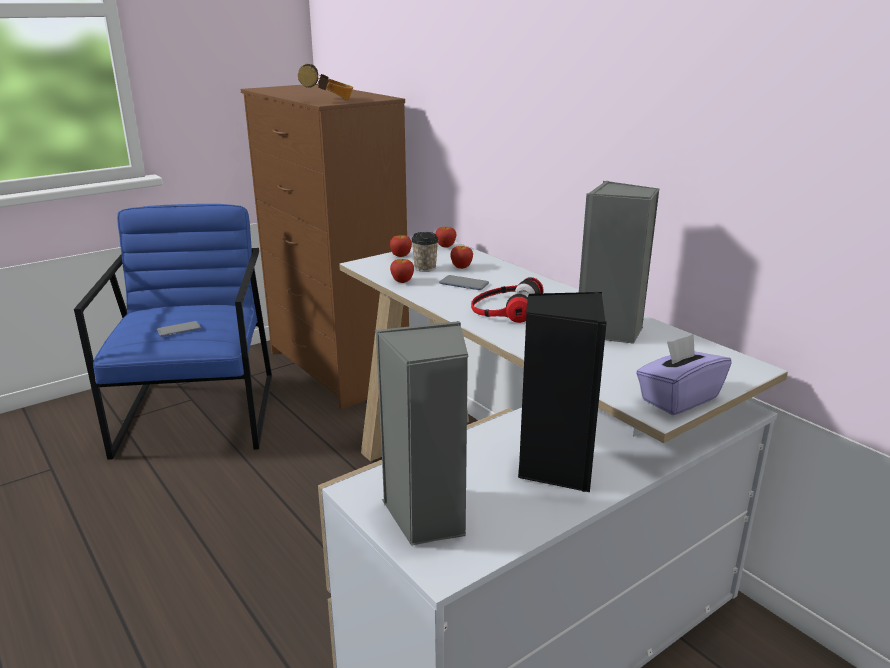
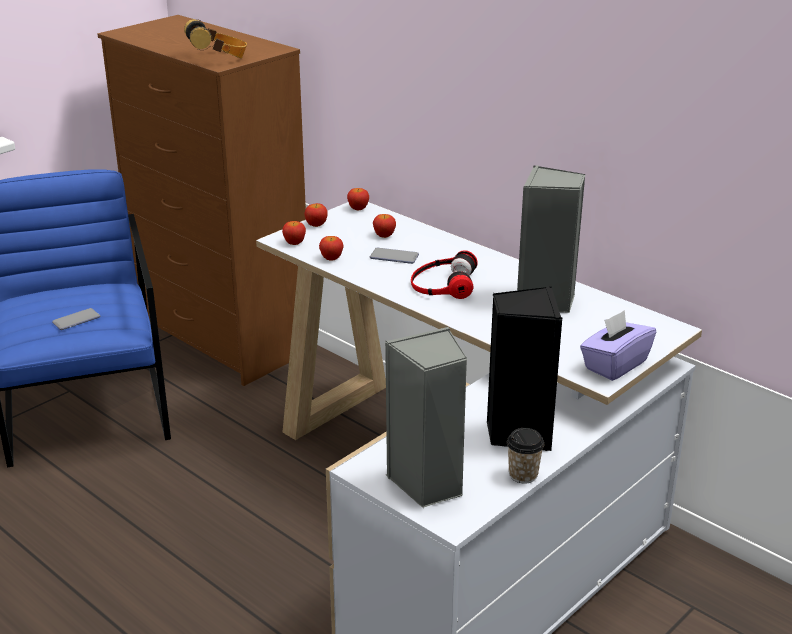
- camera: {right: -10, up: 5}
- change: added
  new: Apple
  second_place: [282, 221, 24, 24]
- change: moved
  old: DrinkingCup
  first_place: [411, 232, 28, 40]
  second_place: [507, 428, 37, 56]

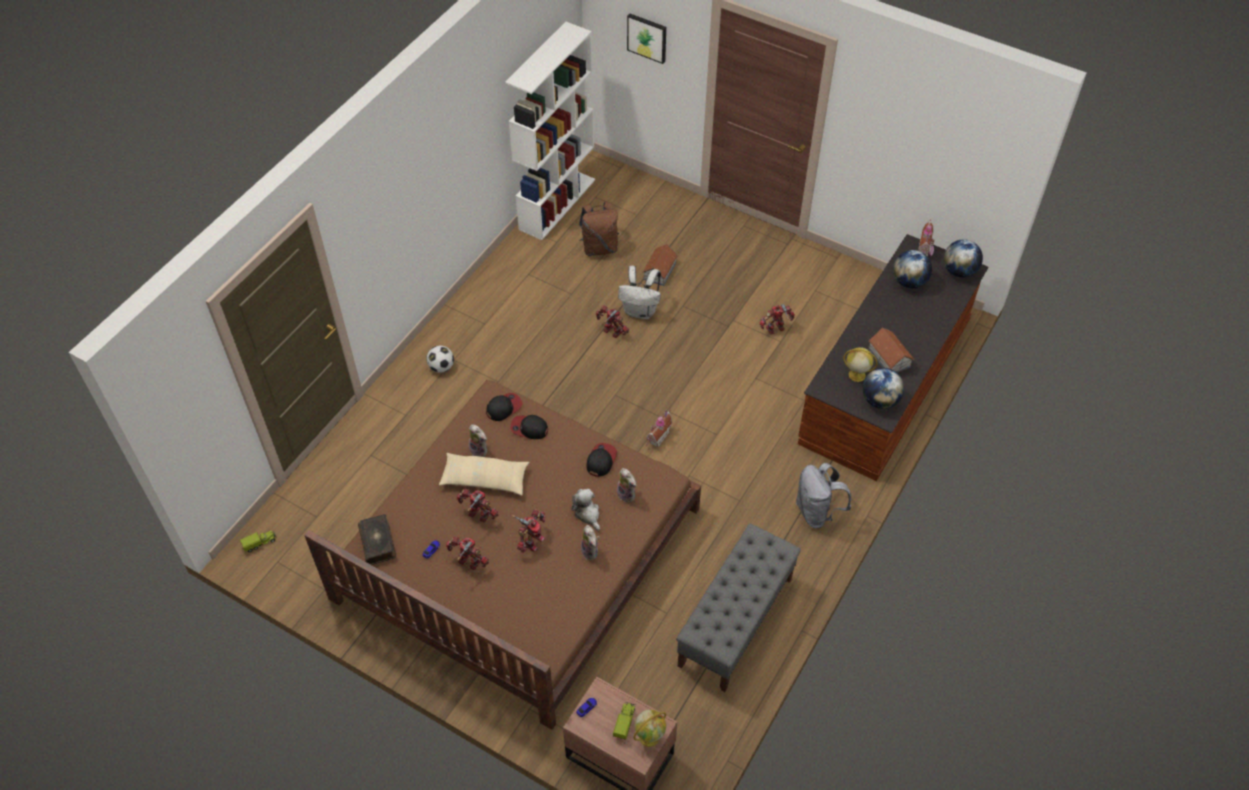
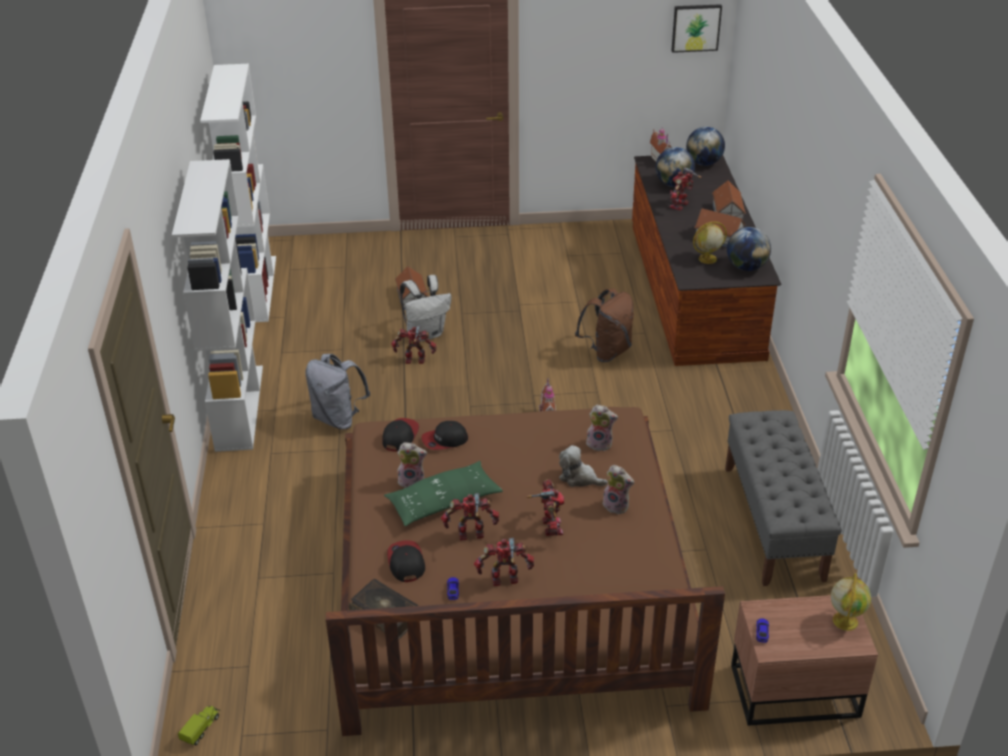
- camera: {right: -35, up: -15}
- change: removed
  old: Football
  first_place: [426, 346, 28, 27]
- change: removed
  old: ModelTruck
  first_place: [613, 702, 22, 38]
- change: added
  new: WhiteColouredBookcase
  second_place: [172, 159, 91, 293]
- change: added
  new: ModelHouse
  second_place: [712, 181, 34, 39]
- change: moved
  old: BrownishKnapsack
  first_place: [579, 201, 40, 55]
  second_place: [575, 288, 59, 74]
- change: moved
  old: BaseballCap
  first_place: [587, 443, 30, 34]
  second_place: [387, 540, 38, 42]
- change: moved
  old: Picture
  first_place: [627, 13, 39, 51]
  second_place: [671, 4, 51, 49]
- change: moved
  old: ToyRobot
  first_place: [760, 304, 34, 31]
  second_place: [669, 167, 33, 44]
- change: moved
  old: GreyishKnapsack
  first_place: [796, 463, 55, 65]
  second_place: [305, 354, 65, 76]
- change: recoloured
  old: BeigePillow
  new: GreenishPillow
  first_place: [439, 453, 90, 43]
  second_place: [384, 461, 119, 65]

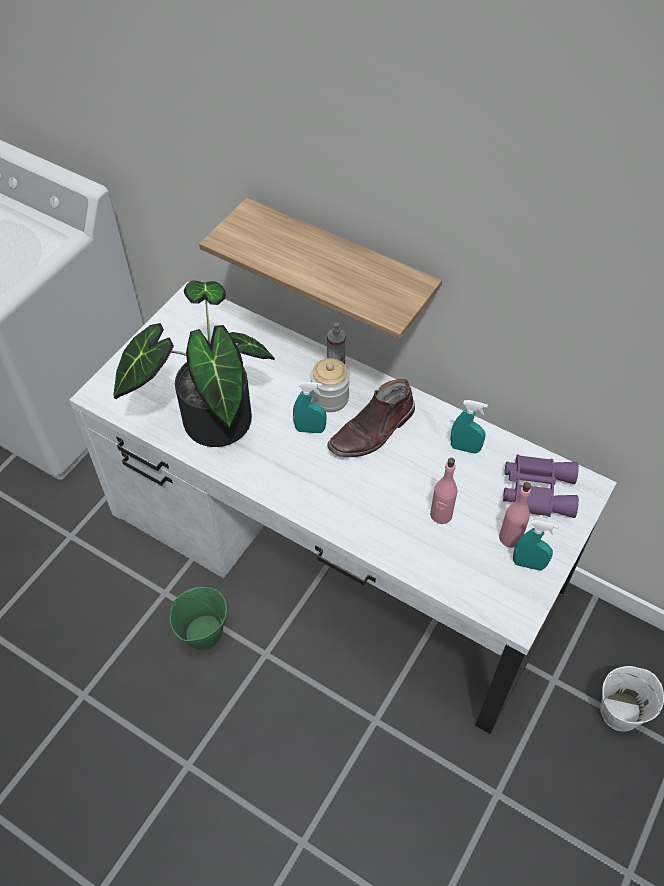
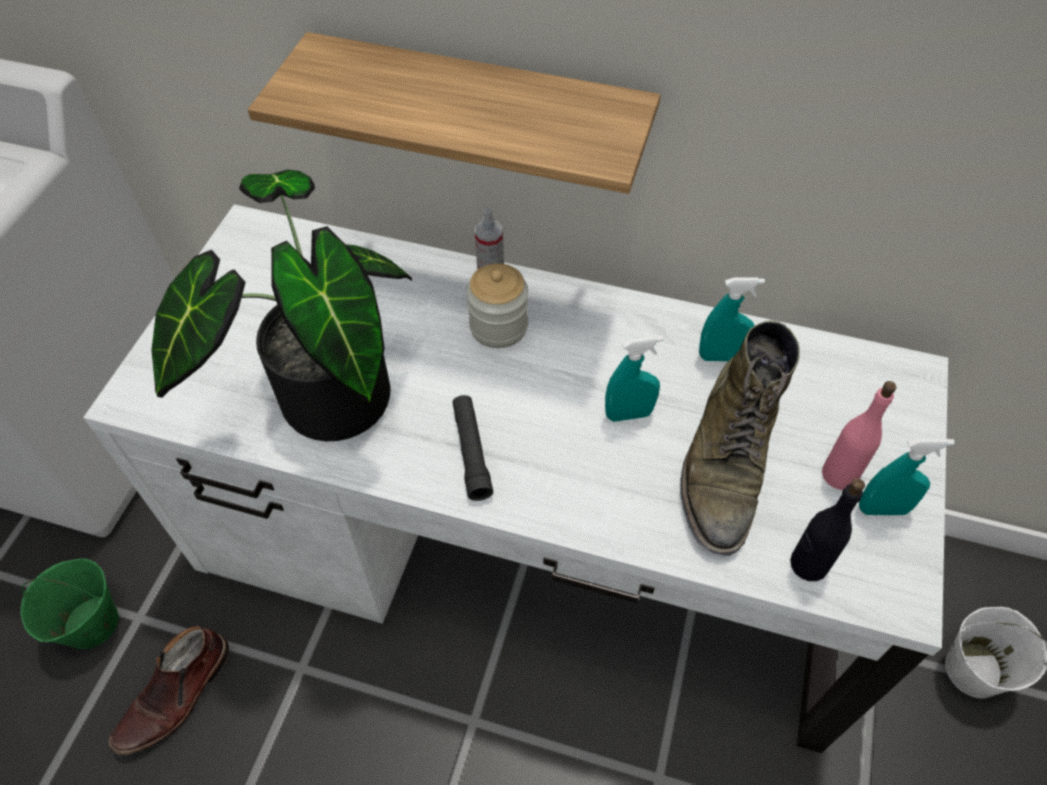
- camera: {right: -15, up: 0}
- change: removed
  old: PurplishBinoculars
  first_place: [503, 454, 76, 64]
- change: added
  new: BlackHandTorch
  second_place: [453, 395, 40, 106]
- change: added
  new: BlackBeverageBottle
  second_place: [790, 478, 75, 103]
- change: moved
  old: GreenishWaterBucket
  first_place: [170, 587, 57, 64]
  second_place: [21, 558, 98, 91]
- change: moved
  old: TurquoiseHandSprayer
  first_place: [293, 382, 34, 51]
  second_place: [605, 336, 58, 86]
- change: moved
  old: BrownishBoot
  first_place: [327, 379, 88, 78]
  second_place: [108, 626, 121, 130]
- change: replaced
  old: PinkBeverageBottle
  new: GreenishBoot
  first_place: [430, 458, 28, 66]
  second_place: [680, 320, 120, 236]

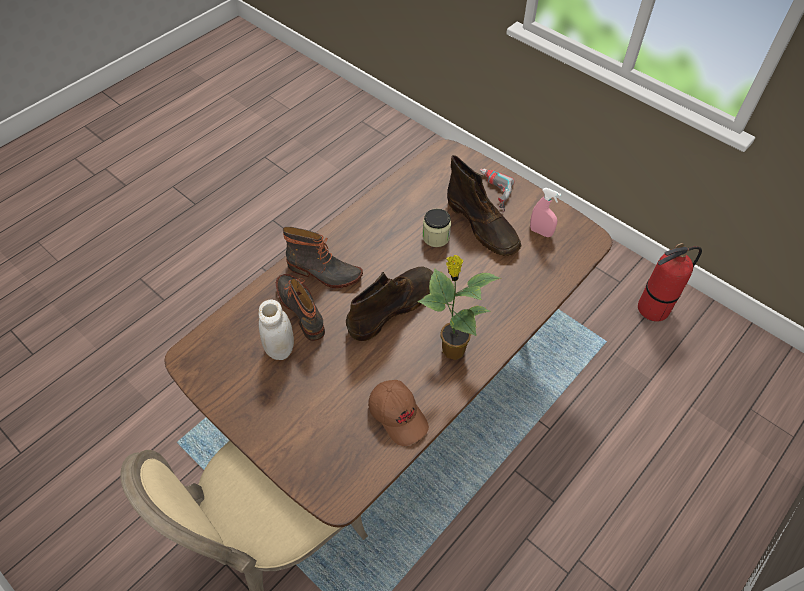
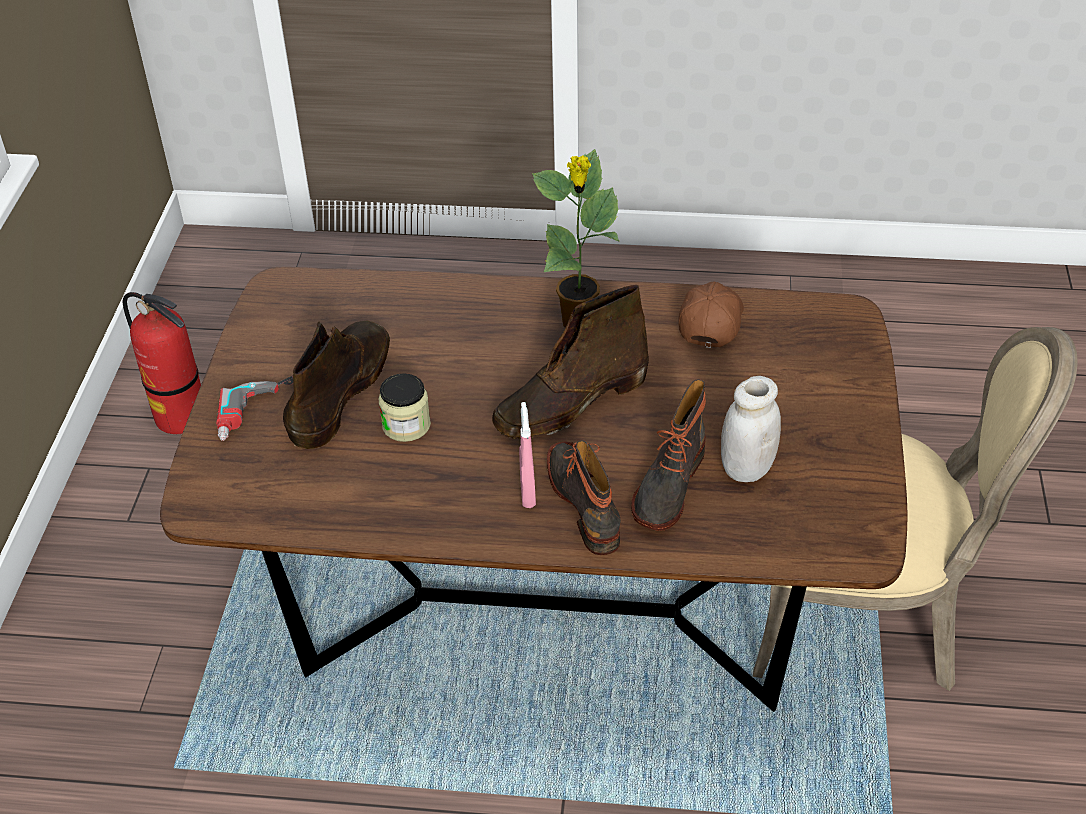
- camera: {right: -125, up: -10}
- change: moved
  old: PinkHandSprayer
  first_place: [530, 188, 31, 49]
  second_place: [519, 402, 17, 106]
- change: turned
  old: BrownishBoot
  first_place: [346, 266, 87, 75]
  second_place: [492, 285, 157, 154]
  degrees: -45

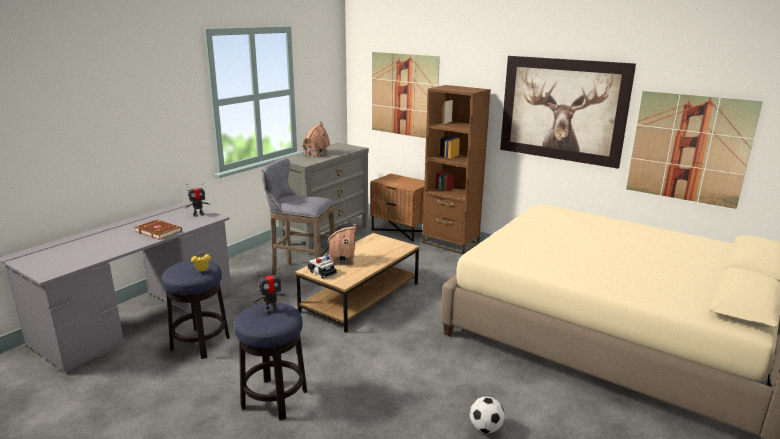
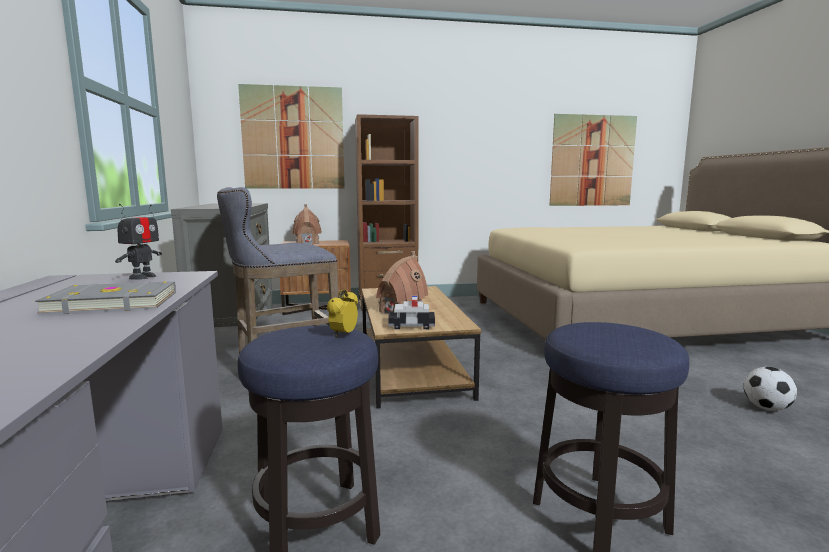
- camera: {right: -45, up: -10}
- change: removed
  old: ToyRobot
  first_place: [253, 268, 34, 46]
- change: removed
  old: Picture
  first_place: [500, 56, 136, 112]
- change: moved
  old: ModelHouse
  first_place: [302, 121, 28, 37]
  second_place: [292, 204, 30, 40]
- change: recoloured
  old: BrownishBook
  new: GreyishBook
  first_place: [135, 219, 47, 21]
  second_place: [35, 281, 141, 33]

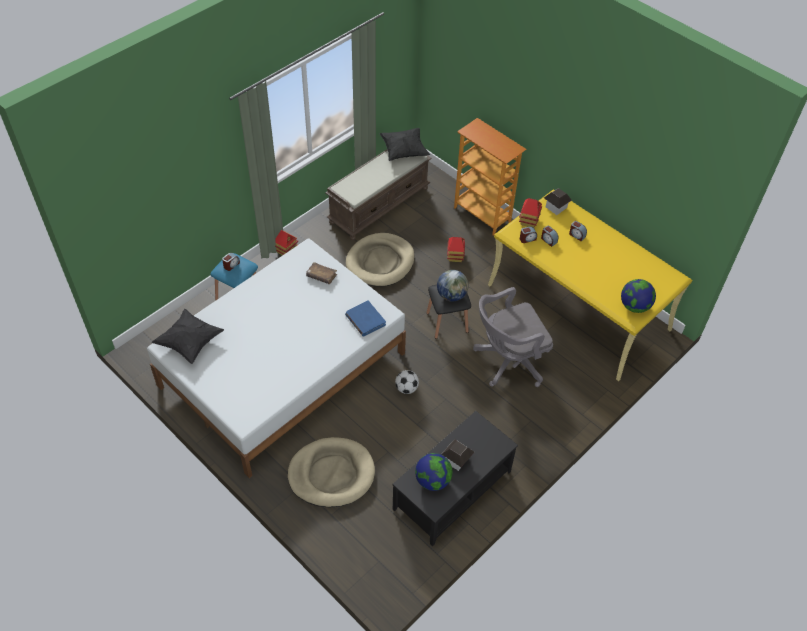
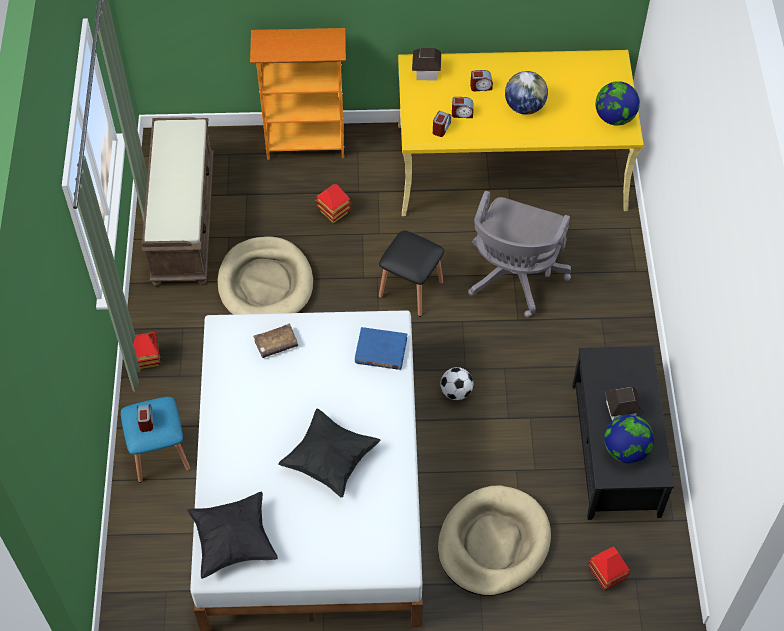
- camera: {right: -45, up: 5}
- change: moved
  old: BlackPillow
  first_place: [380, 128, 50, 33]
  second_place: [278, 408, 102, 90]
- change: moved
  old: DeskGlobe
  first_place: [437, 270, 31, 31]
  second_place: [505, 71, 43, 44]
- change: moved
  old: ModelHouse
  first_place: [519, 198, 23, 30]
  second_place: [588, 546, 43, 44]

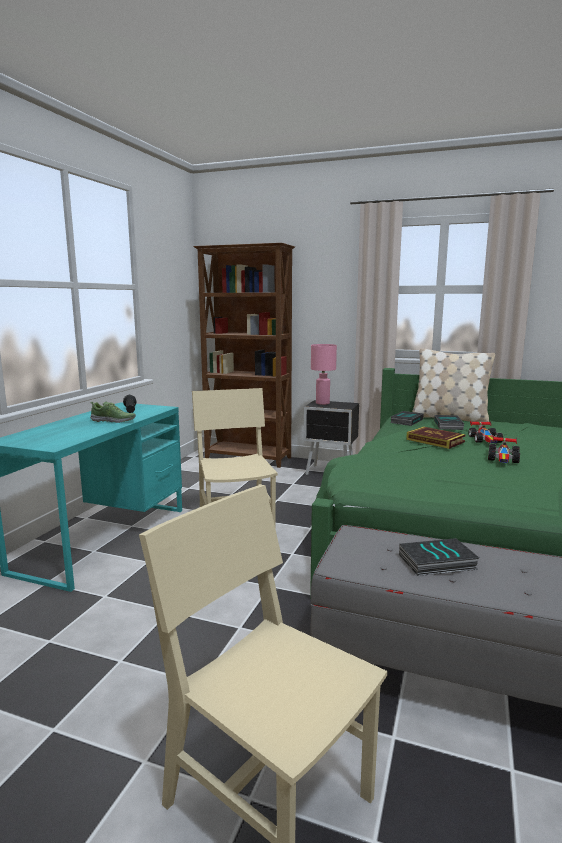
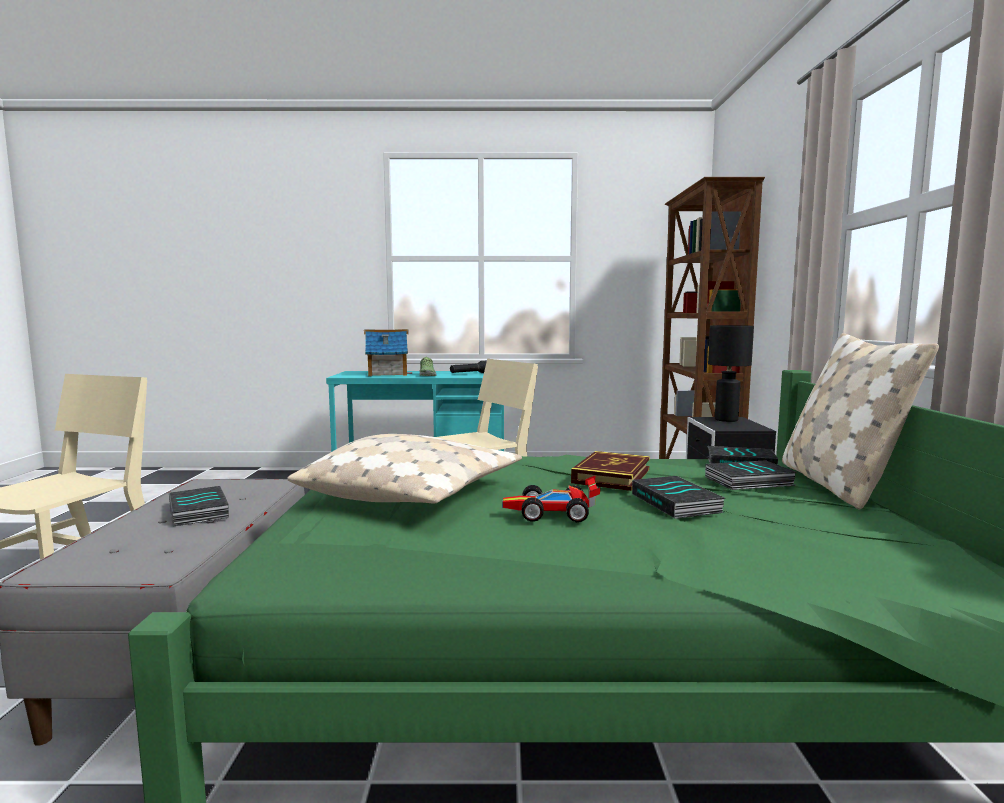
- camera: {right: 70, up: -5}
- change: added
  new: BeigePillow
  second_place: [287, 434, 235, 69]
- change: added
  new: ModelHouse
  second_place: [364, 329, 48, 47]
- change: replaced
  old: ModelCar
  new: Book
  first_place: [469, 420, 34, 23]
  second_place: [632, 476, 93, 43]
- change: recoloured
  old: PinkTabletopLamp
  new: BlackTabletopLamp
  first_place: [311, 344, 26, 61]
  second_place: [708, 325, 46, 97]

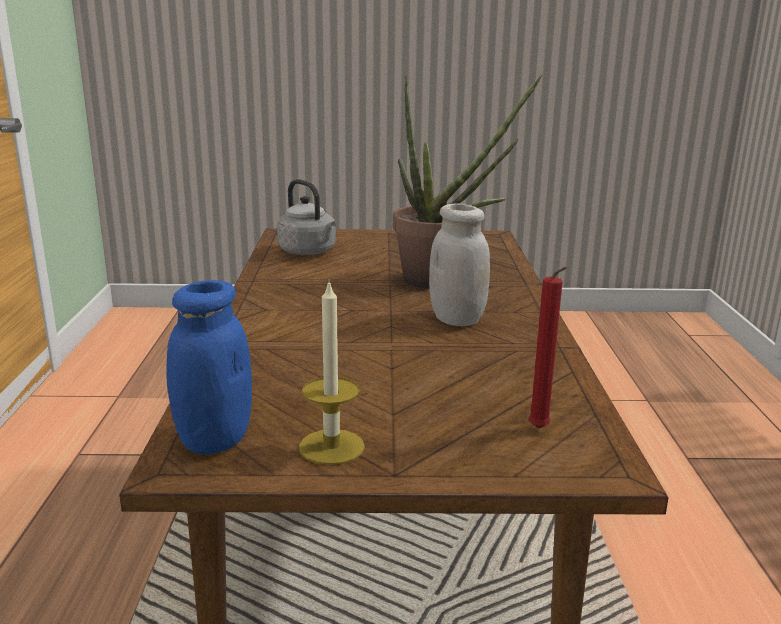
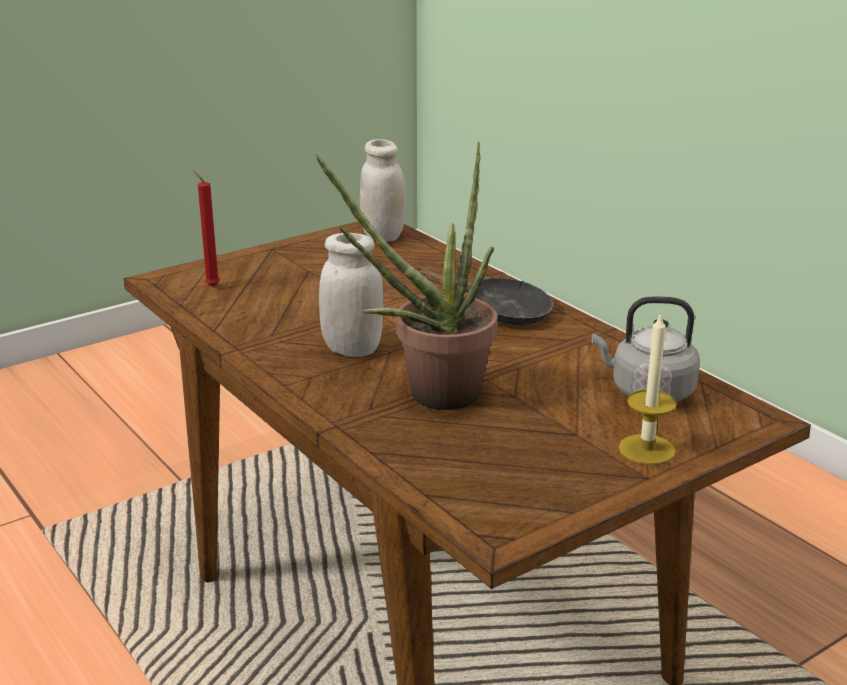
- camera: {right: 145, up: 5}
- change: added
  new: BlackPan
  second_place: [415, 267, 138, 58]
- change: moved
  old: WaxLight
  first_place: [299, 279, 66, 186]
  second_place: [618, 312, 59, 153]
- change: recoloured
  old: BluishJar
  new: WhiteColouredJar
  first_place: [166, 280, 86, 174]
  second_place: [360, 139, 46, 103]

